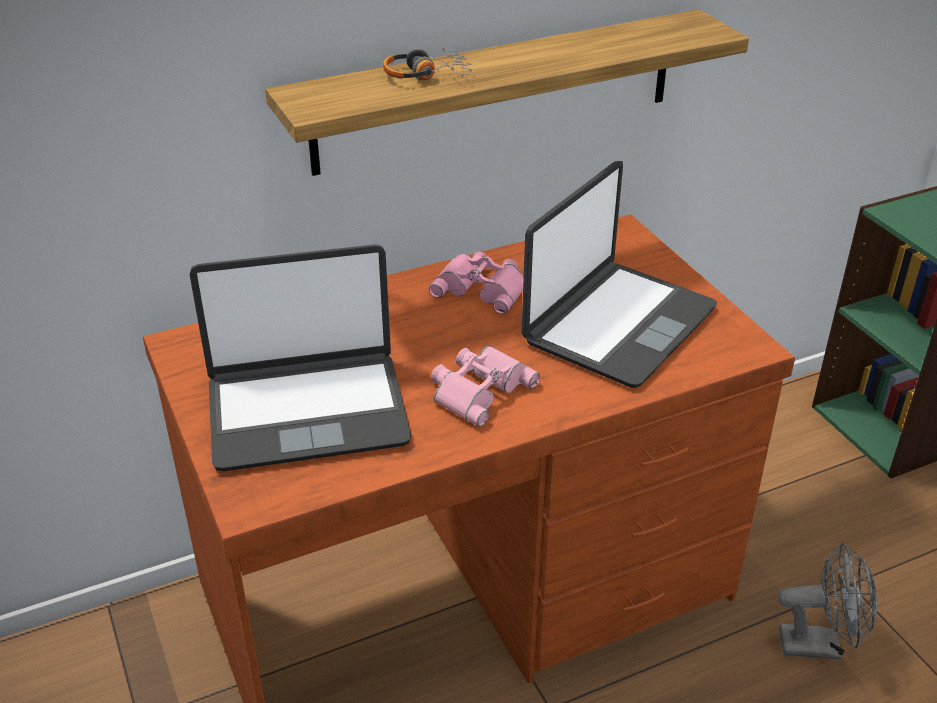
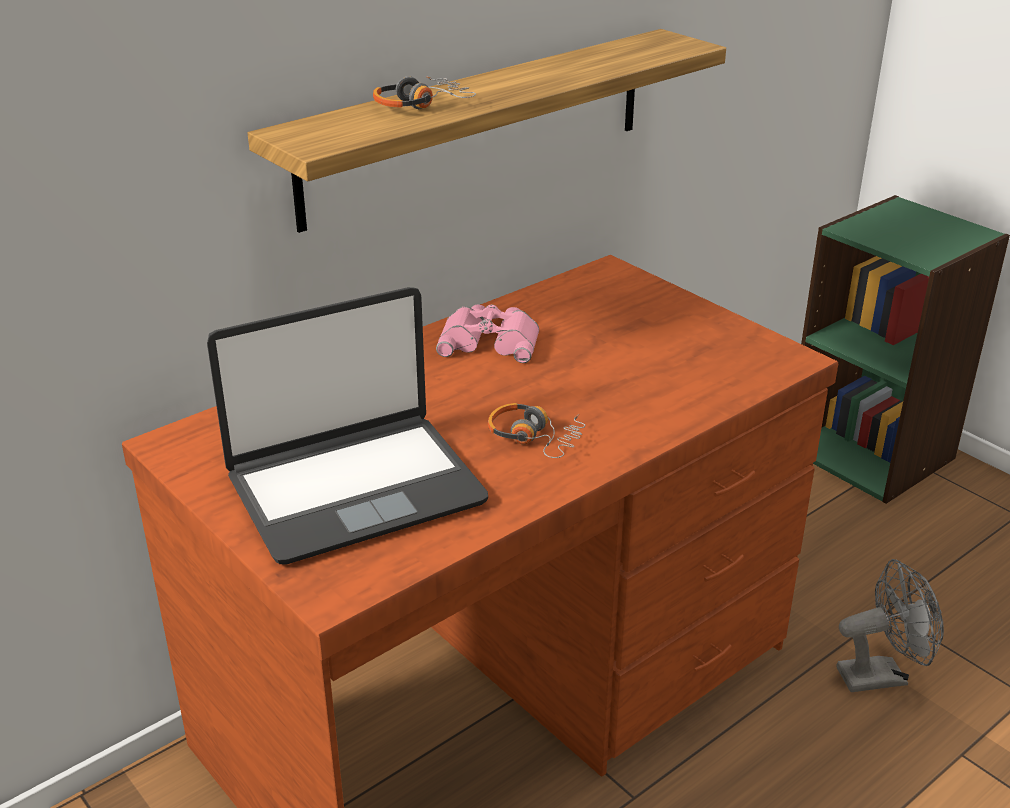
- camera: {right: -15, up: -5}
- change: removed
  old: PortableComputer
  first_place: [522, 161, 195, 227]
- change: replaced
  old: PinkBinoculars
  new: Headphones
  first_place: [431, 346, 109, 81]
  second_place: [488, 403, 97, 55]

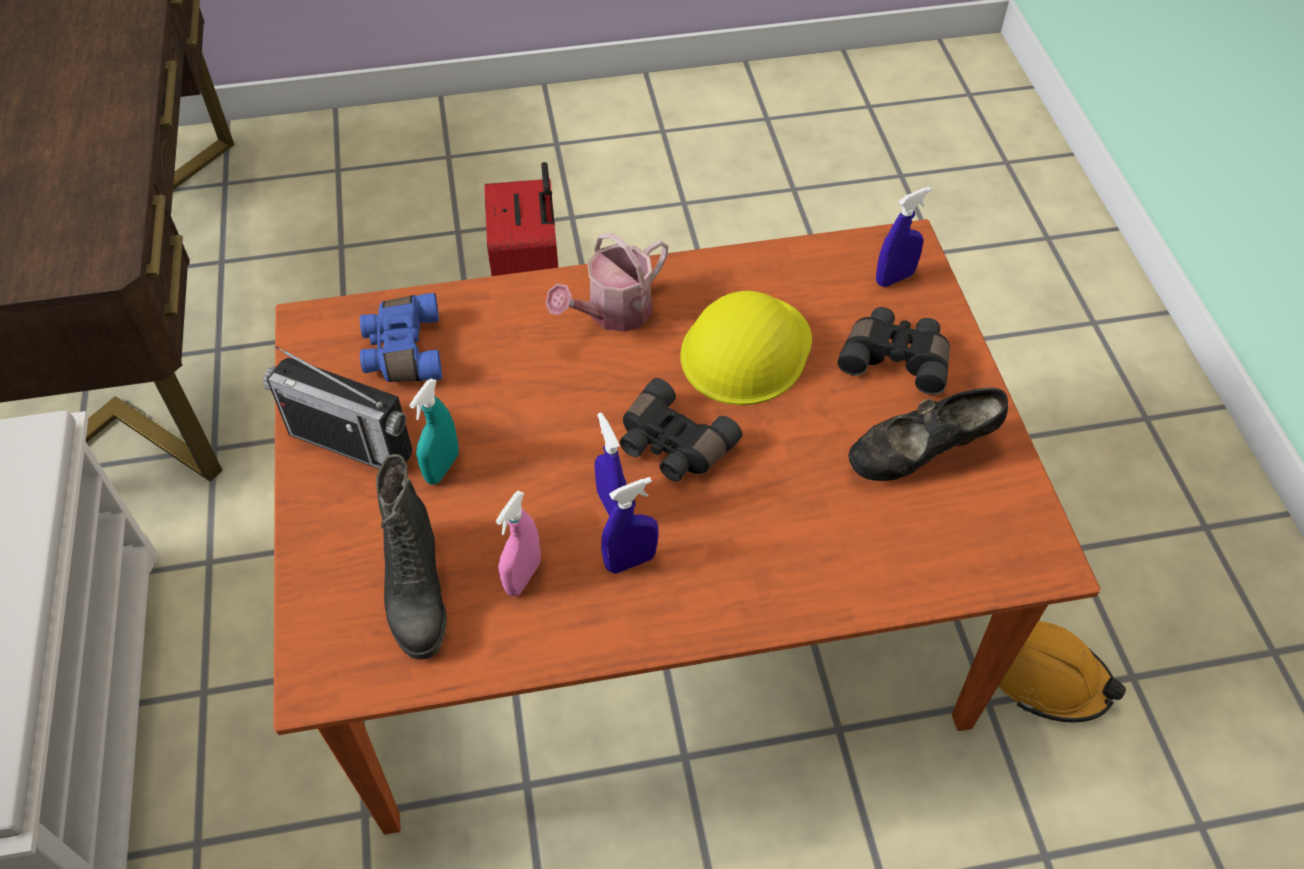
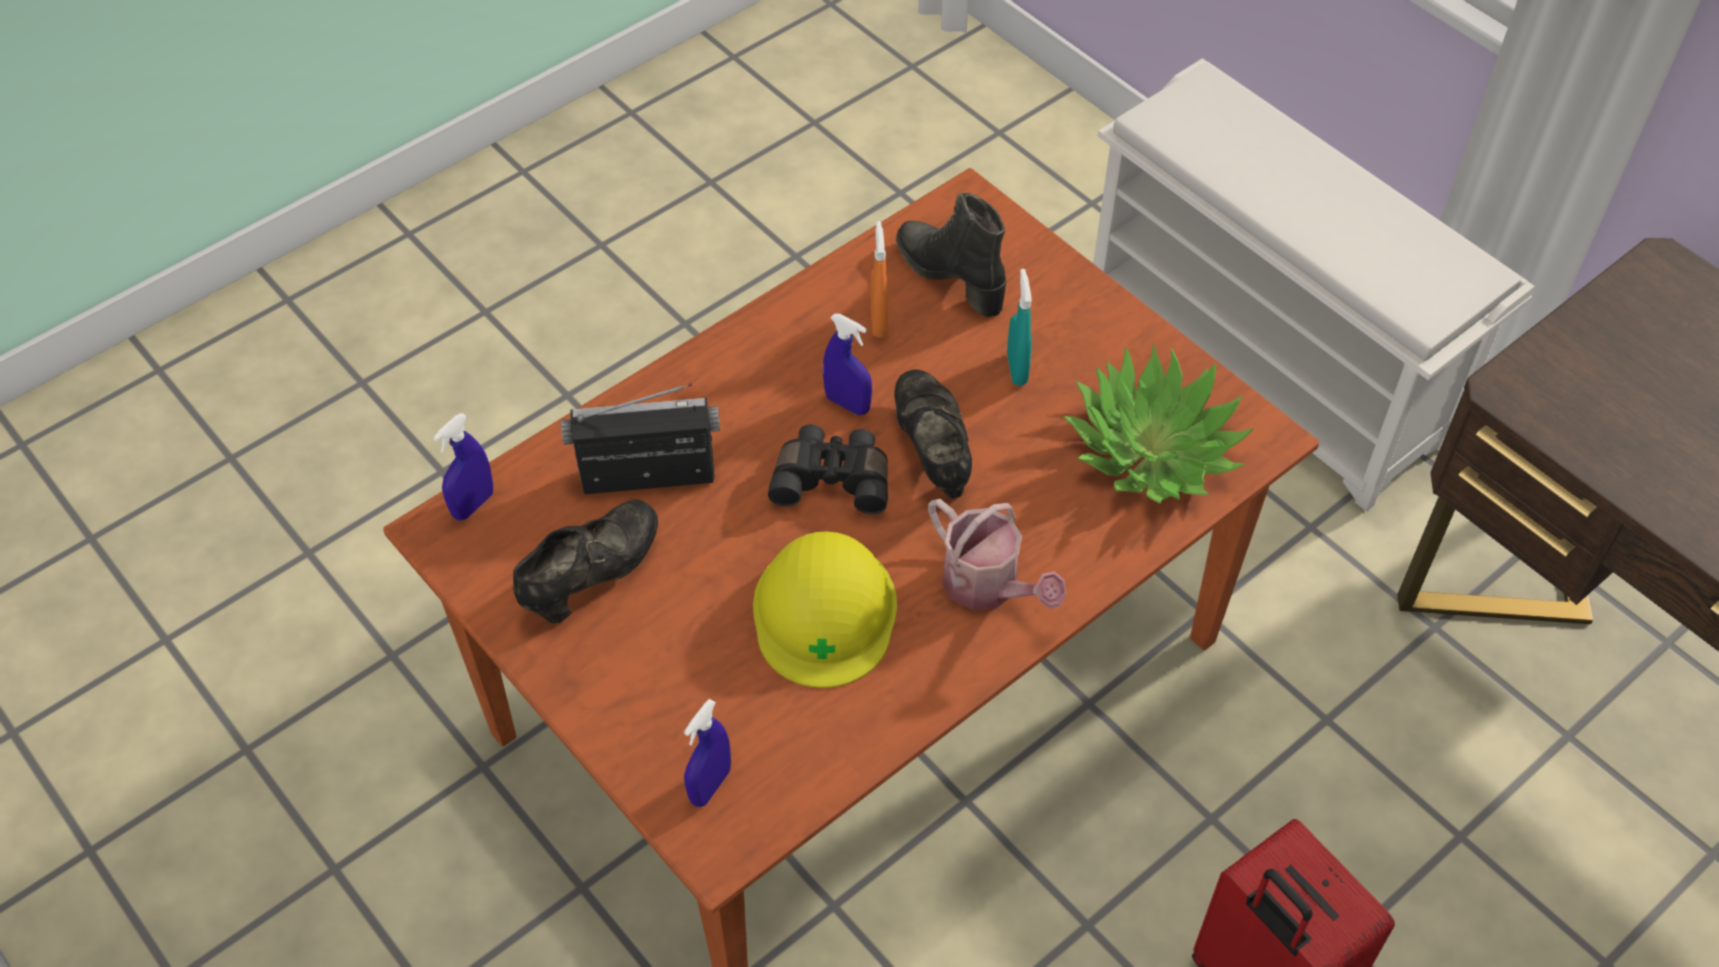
- camera: {right: 150, up: 0}
- change: removed
  old: BlackBinoculars
  first_place: [838, 307, 112, 88]
- change: removed
  old: OrangeColouredSafetyHelmet
  first_place: [999, 621, 127, 102]
- change: added
  new: BlackItemOfFootwear
  second_place: [894, 369, 78, 130]
- change: moved
  old: RadioSet
  first_place: [263, 346, 149, 123]
  second_place: [561, 383, 159, 111]
- change: moved
  old: BluishHandSprayer
  first_place: [601, 477, 58, 97]
  second_place: [433, 413, 60, 108]
- change: replaced
  old: BluishBinoculars
  new: PlantInAPot
  first_place: [360, 293, 82, 89]
  second_place: [1063, 343, 191, 161]
- change: recoloured
  old: PinkHandSprayer
  new: OrangeColouredHandSprayer
  first_place: [496, 491, 45, 105]
  second_place: [870, 221, 18, 117]
- change: turned
  old: WateringCan
  first_place: [546, 233, 122, 99]
  second_place: [928, 499, 138, 111]
  degrees: 120

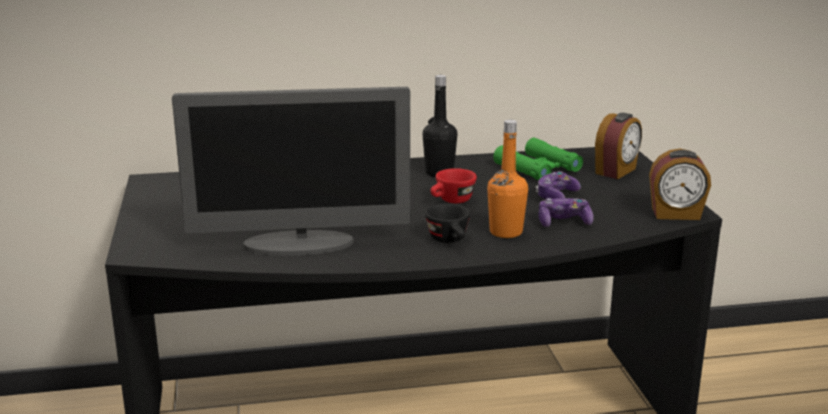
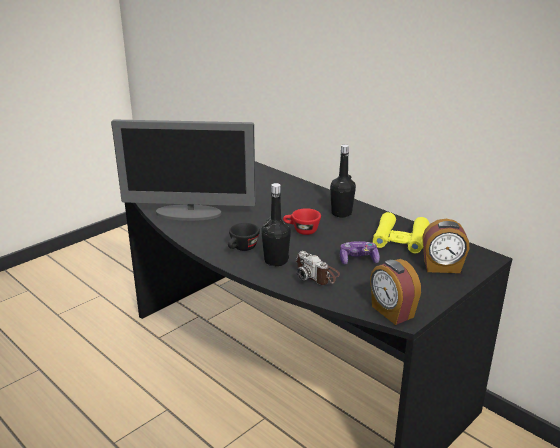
- camera: {right: 55, up: 5}
- change: replaced
  old: GameController
  new: StillCamera
  first_place: [539, 198, 55, 29]
  second_place: [296, 251, 44, 34]
- change: recoloured
  old: OrangeColouredBeverageBottle
  new: BlackBeverageBottle
  first_place: [487, 120, 41, 118]
  second_place: [261, 183, 30, 83]
- change: recoloured
  old: GreenishBinoculars
  new: YellowishBinoculars
  first_place: [493, 138, 90, 42]
  second_place: [373, 212, 57, 41]
- change: turned
  old: ComputerDisplay
  first_place: [172, 87, 238, 169]
  second_place: [111, 120, 145, 101]
  degrees: -45

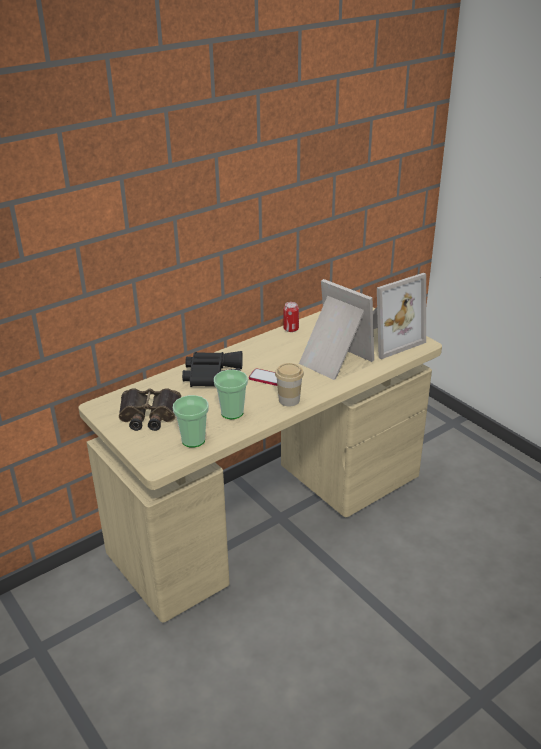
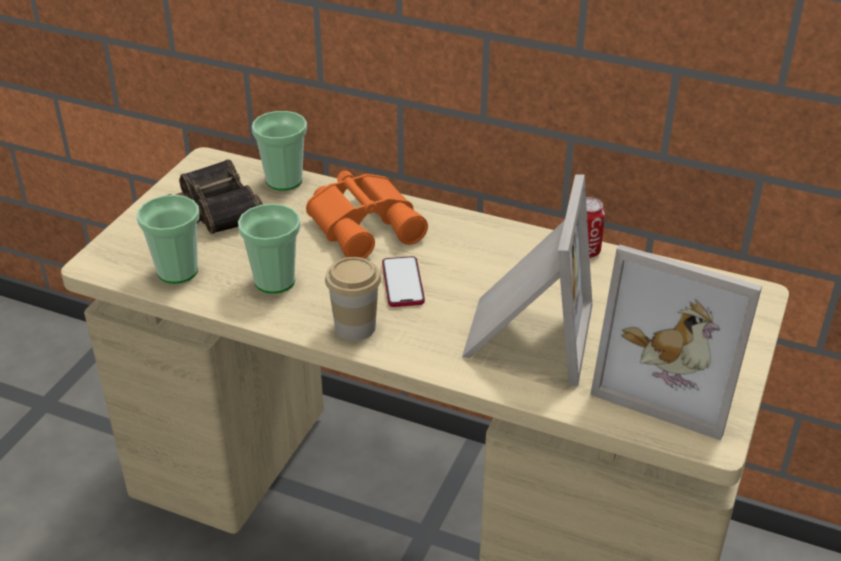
- camera: {right: 60, up: 5}
- change: added
  new: DrinkingCup
  second_place: [252, 111, 55, 80]
- change: recoloured
  old: BlackBinoculars
  new: OrangeColouredBinoculars
  first_place: [182, 351, 61, 36]
  second_place: [306, 171, 122, 88]

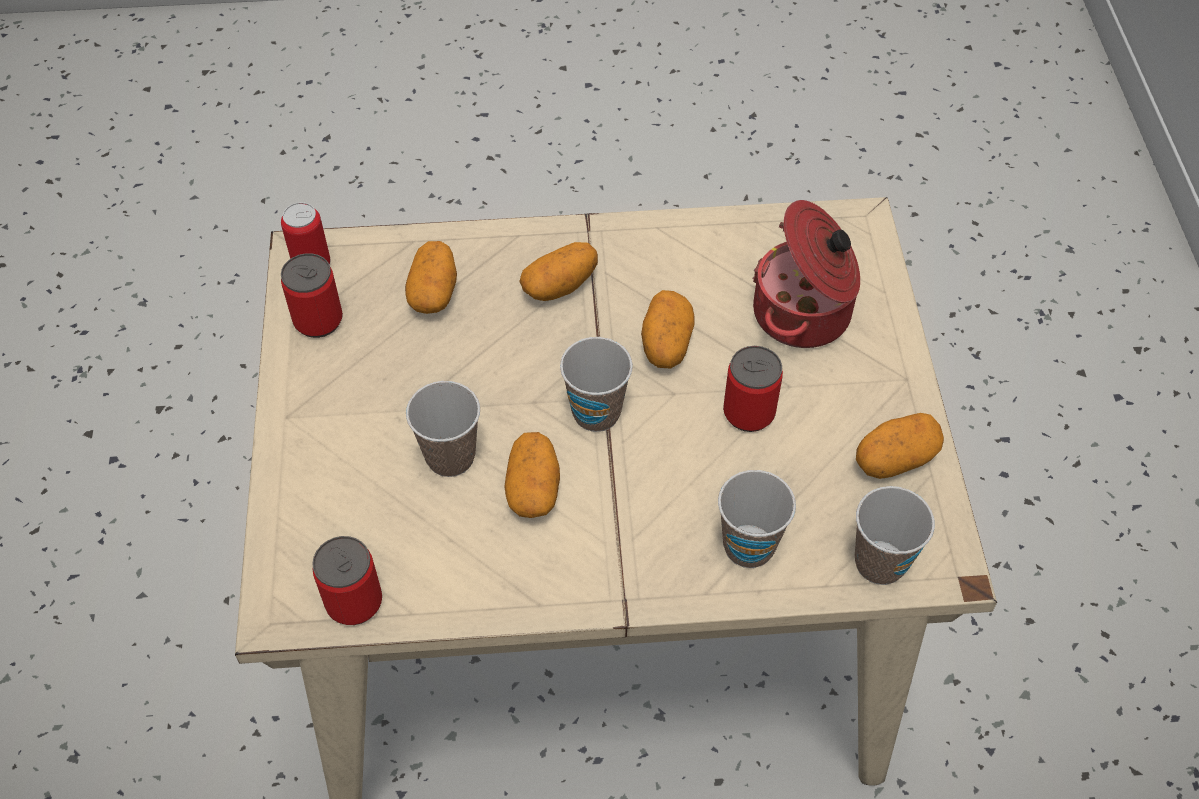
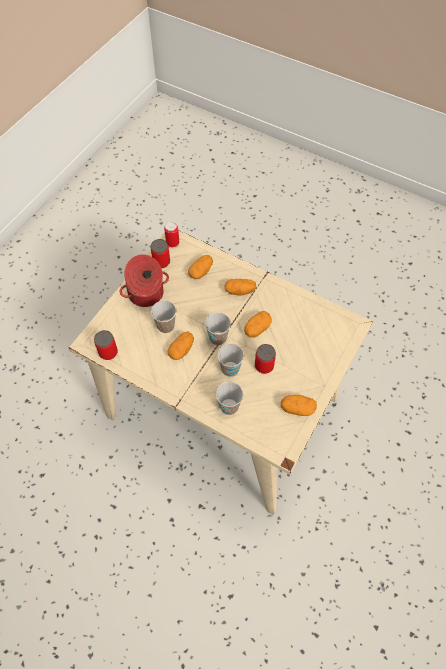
- camera: {right: 35, up: 5}
- change: moved
  old: Saucepot
  first_place: [753, 200, 107, 148]
  second_place: [120, 254, 49, 53]
- change: moved
  old: DrinkingCup
  first_place: [855, 486, 80, 99]
  second_place: [217, 343, 27, 34]

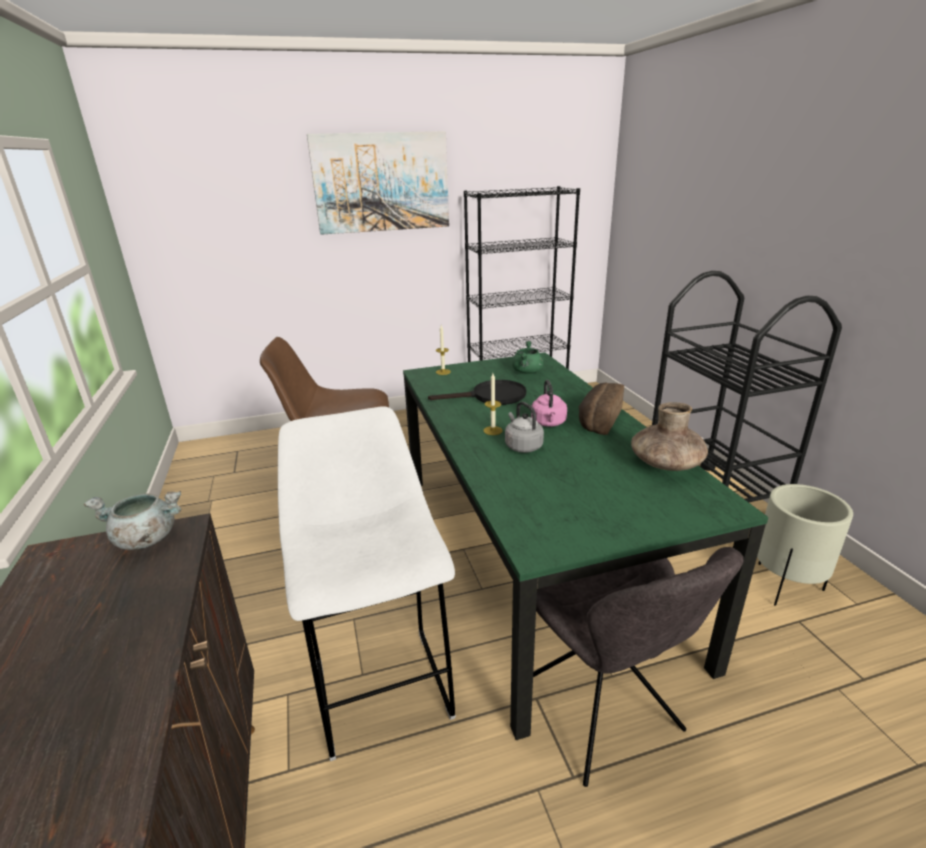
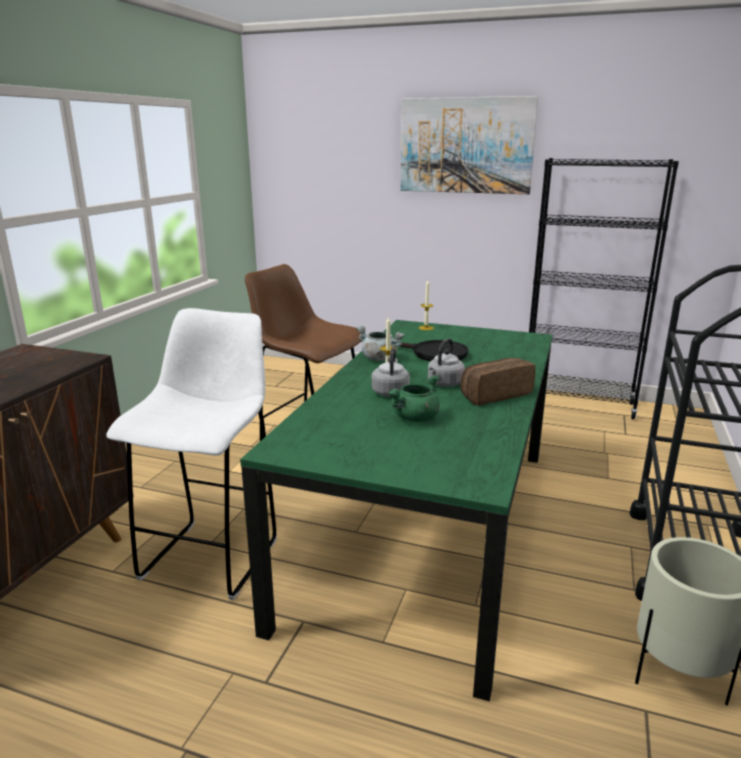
- camera: {right: 35, up: -5}
- change: removed
  old: GreyishPlainChair
  first_place: [533, 547, 211, 240]
- change: removed
  old: BrownishFlowerVase
  first_place: [631, 402, 77, 69]
- change: moved
  old: GreyishSaucepot
  first_place: [84, 491, 97, 59]
  second_place: [356, 326, 48, 35]
- change: moved
  old: GreenishSaucepot
  first_place: [512, 341, 32, 33]
  second_place: [388, 375, 52, 47]
- change: recoloured
  old: PinkKettle
  new: GreyishKettle
  first_place: [531, 380, 36, 47]
  second_place: [428, 338, 37, 49]

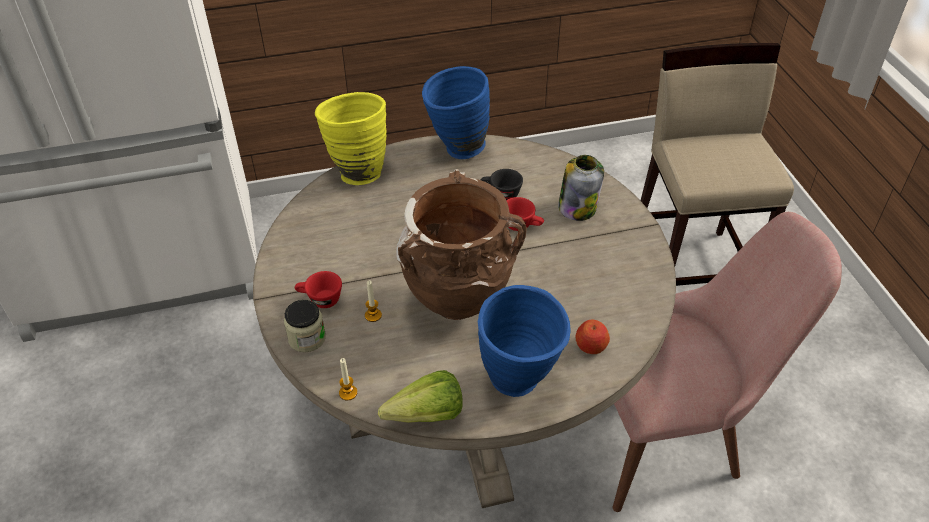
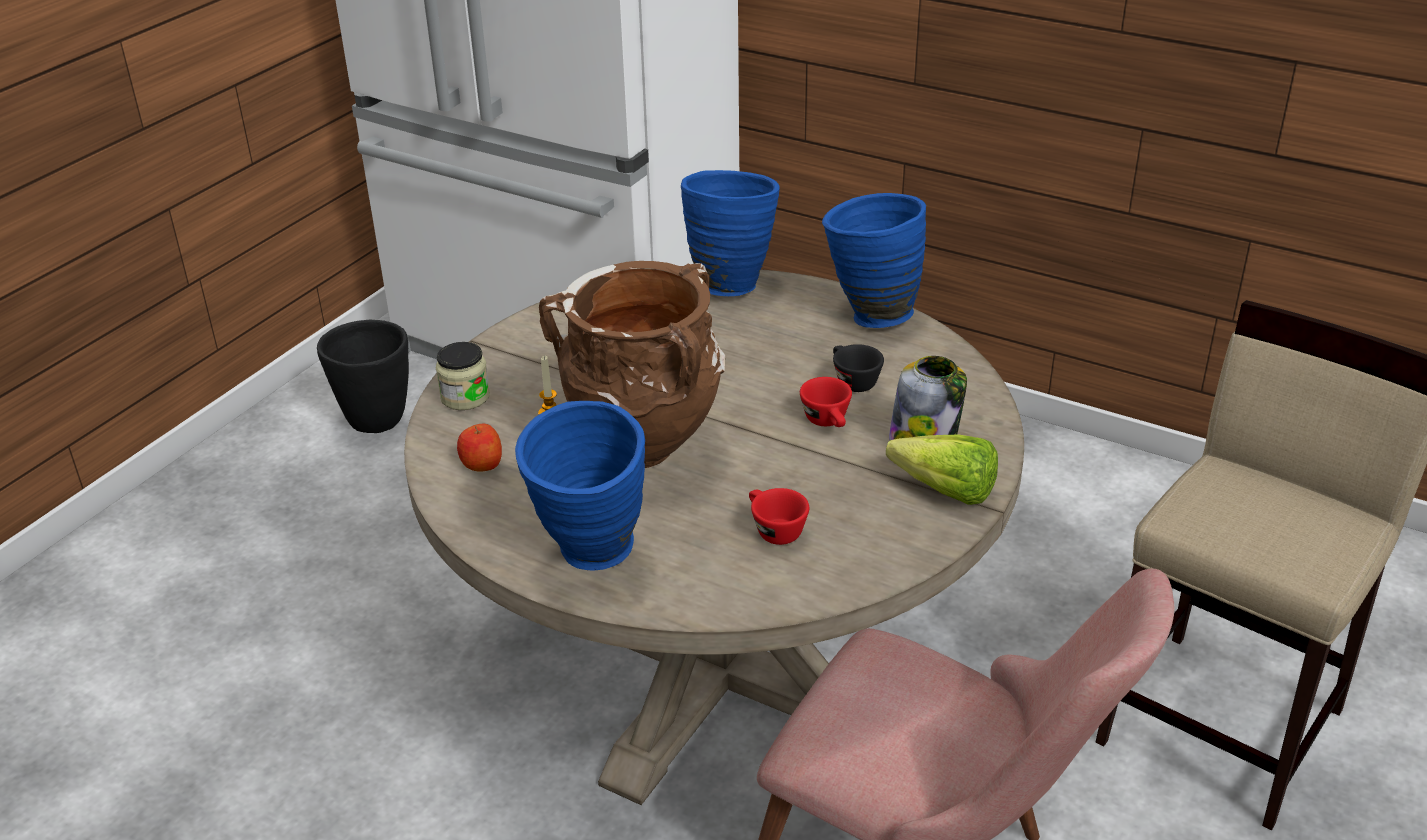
- camera: {right: 45, up: -10}
- change: removed
  old: WaxLight
  first_place: [339, 358, 19, 43]
- change: added
  new: BlackPlanter
  second_place: [317, 319, 92, 114]
- change: moved
  old: ReddishDrinkingCup
  first_place: [295, 271, 47, 37]
  second_place: [749, 488, 60, 57]
- change: moved
  old: Lettuce
  first_place: [378, 370, 85, 53]
  second_place: [886, 435, 112, 70]
- change: moved
  old: Apple
  first_place: [576, 319, 34, 35]
  second_place: [457, 424, 45, 48]
- change: recoloured
  old: YellowishFlowerVase
  new: BluishFlowerVase
  first_place: [315, 92, 72, 93]
  second_place: [681, 170, 99, 126]

